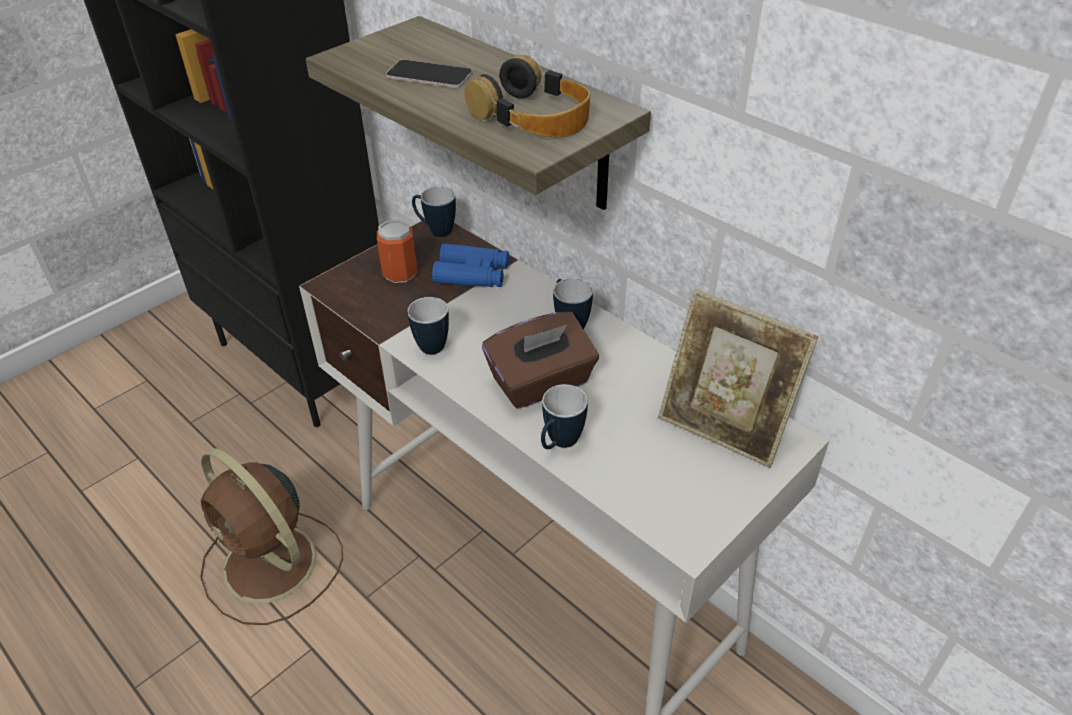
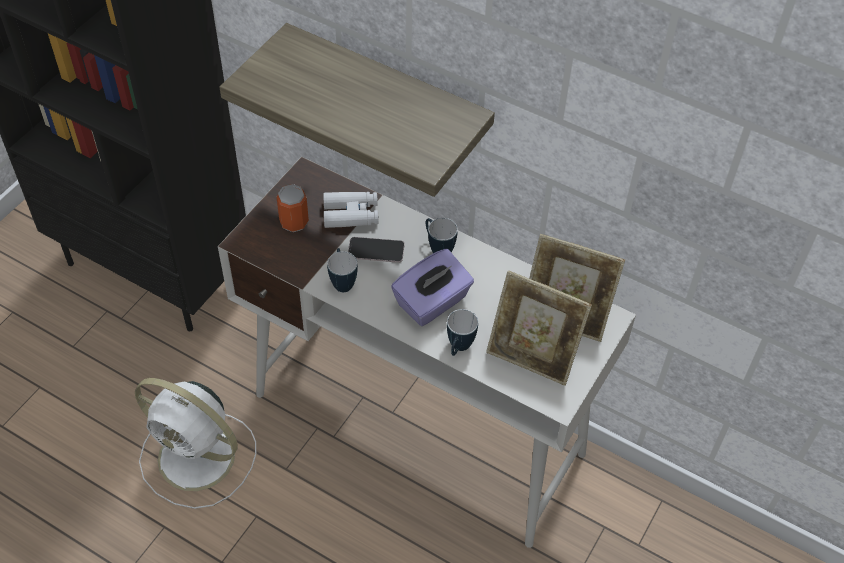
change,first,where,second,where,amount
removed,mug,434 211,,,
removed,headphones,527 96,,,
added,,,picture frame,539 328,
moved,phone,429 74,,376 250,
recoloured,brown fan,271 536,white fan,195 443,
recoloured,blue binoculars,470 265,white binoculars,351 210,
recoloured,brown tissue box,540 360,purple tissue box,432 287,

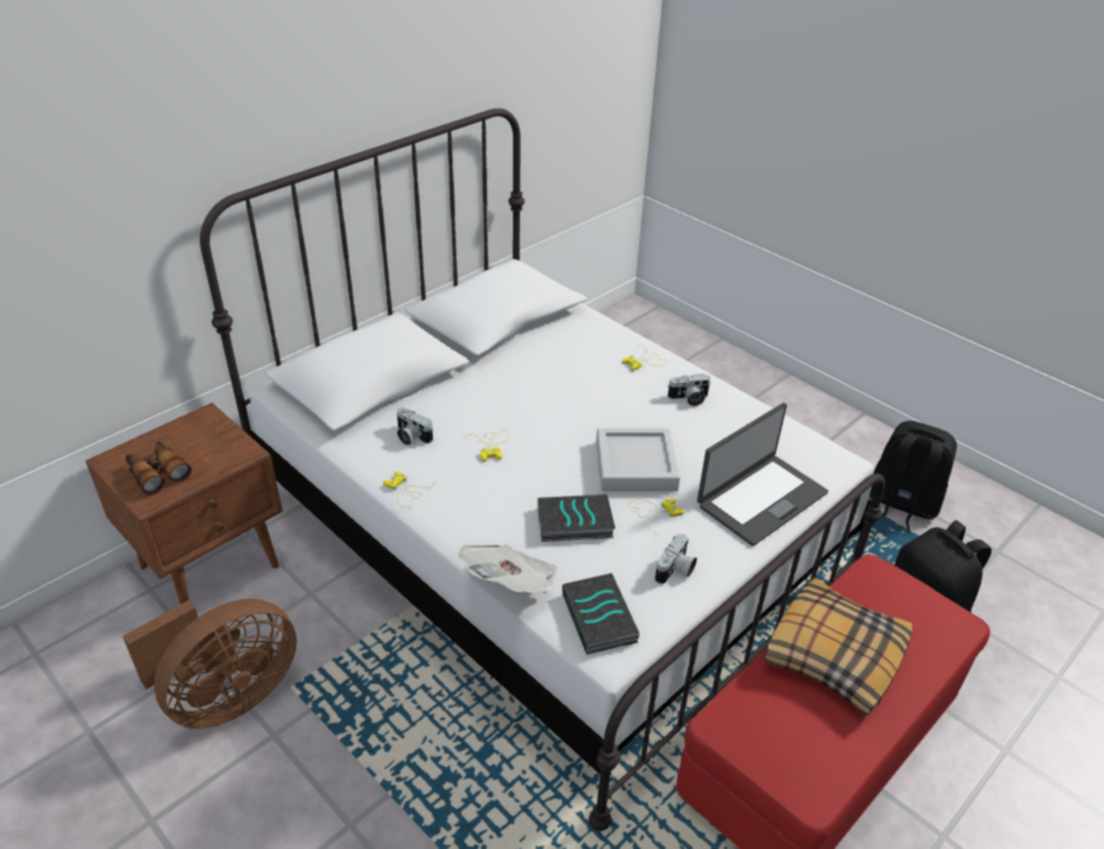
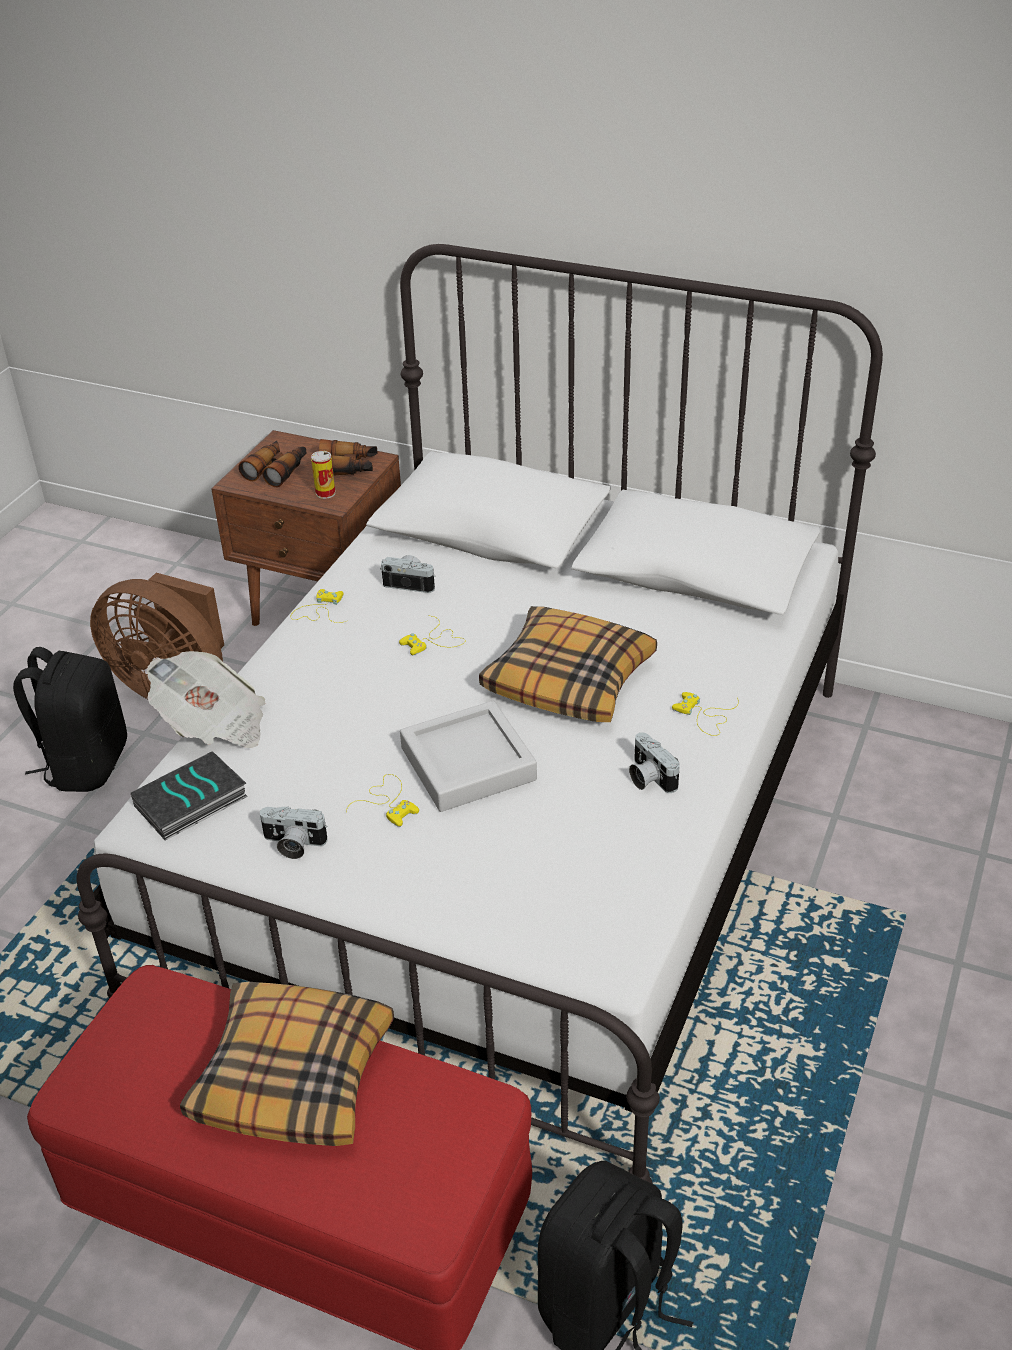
change,first,where,second,where,amount
removed,book,577 518,,,
removed,laptop,762 474,,,
added,,,can,323 475,
added,,,binoculars,348 457,
added,,,pillow,568 664,
moved,black backpack,913 477,,70 719,
turned,photo camera,415 426,,407 574,90 degrees clockwise

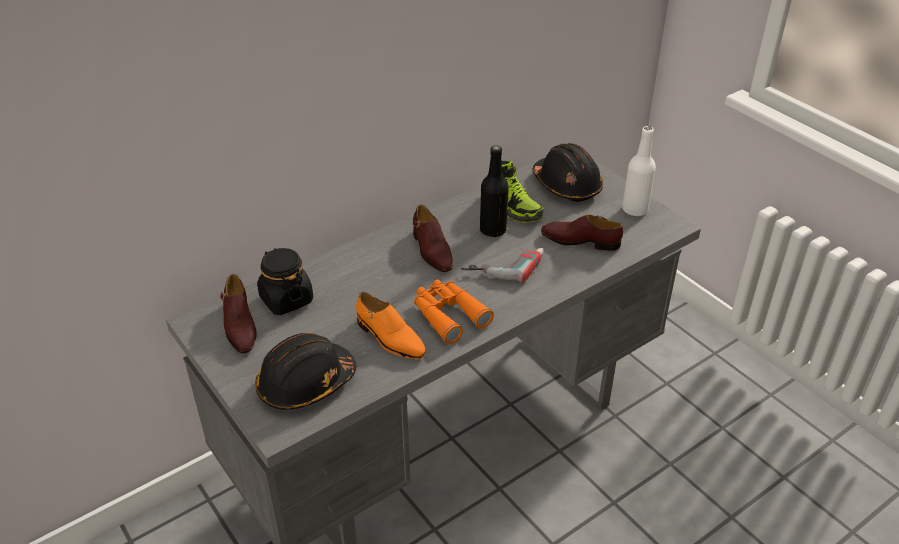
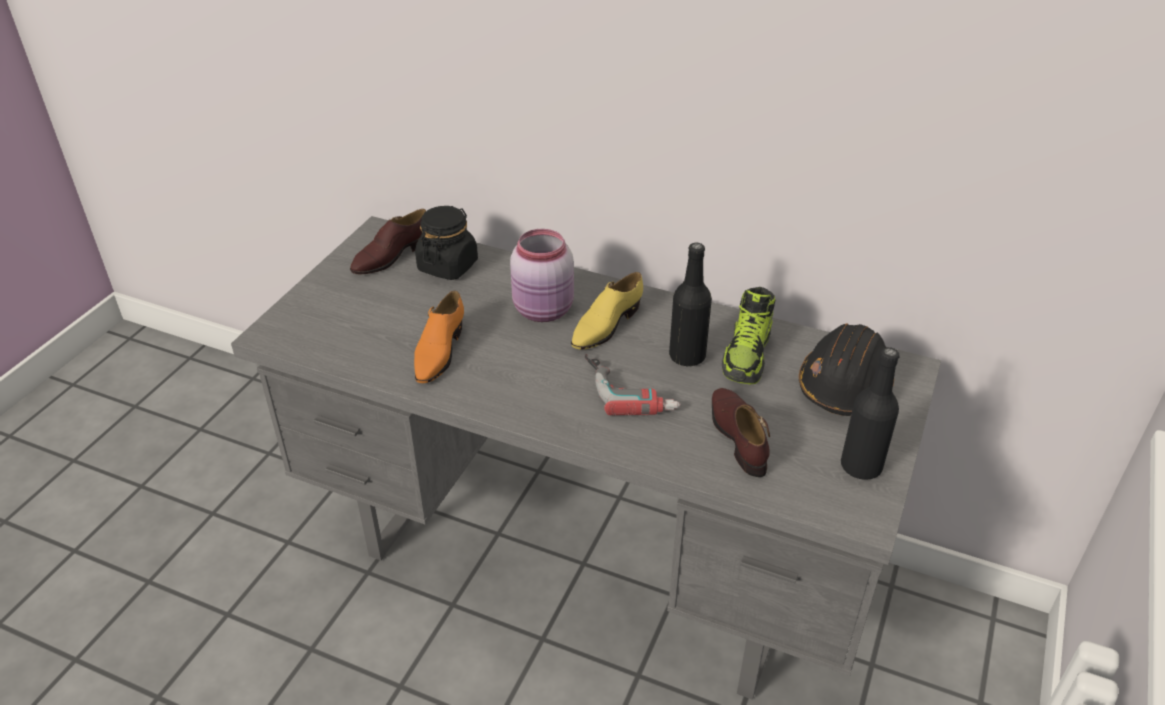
change,first,where,second,where,amount
removed,black hard hat,305 371,,,
removed,orange binoculars,454 312,,,
added,,,pink jar,542 275,
recoloured,brown shoe,433 238,yellow shoe,607 310,
recoloured,white bottle,639 171,black bottle,870 413,

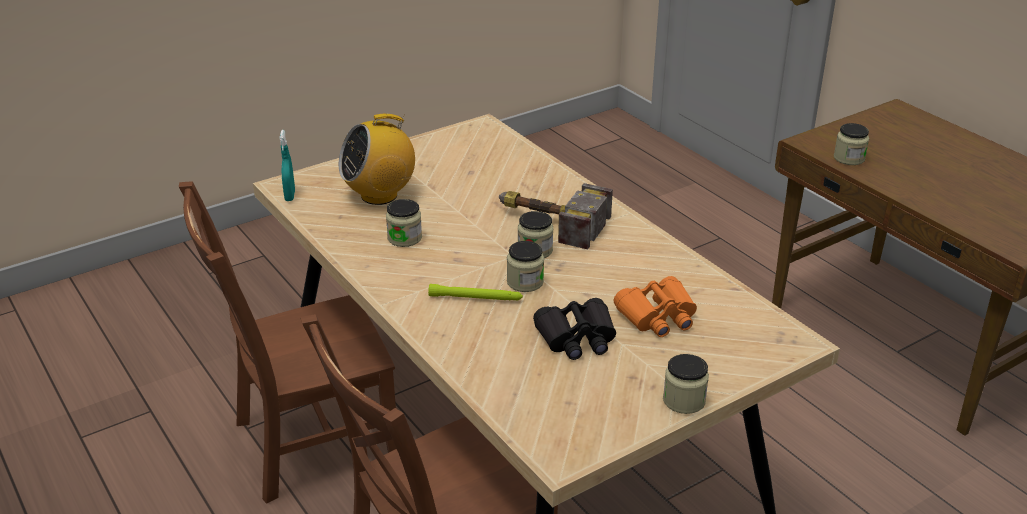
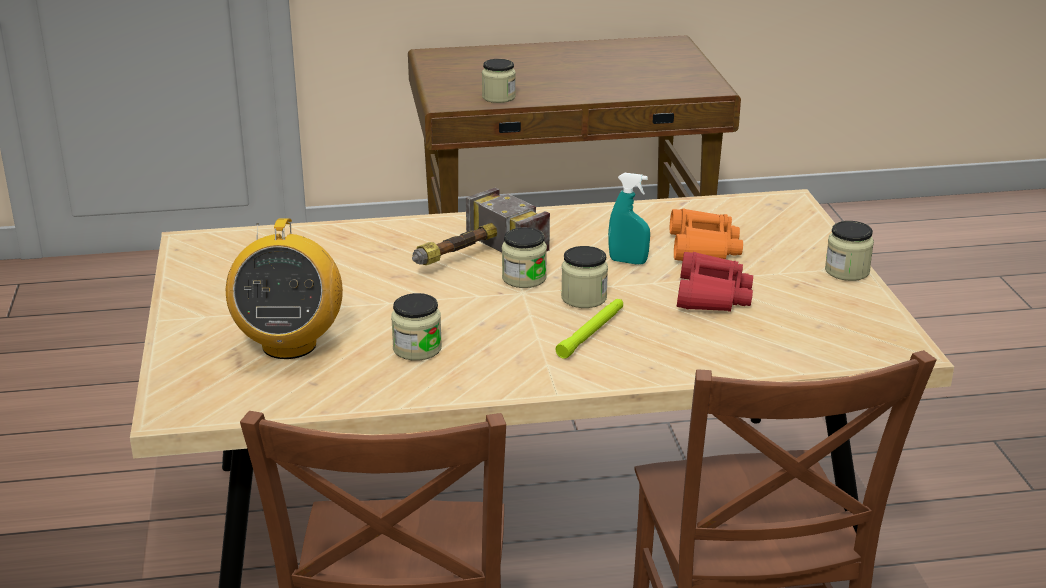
change,first,where,second,where,amount
moved,turquoise spray bottle,287 165,,629 219,
recoloured,black binoculars,574 329,red binoculars,715 282,

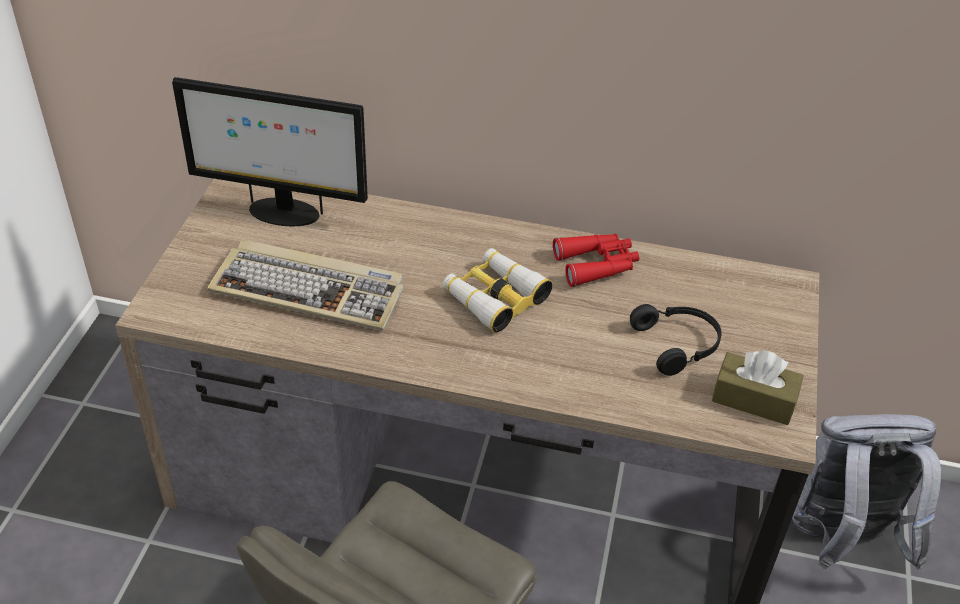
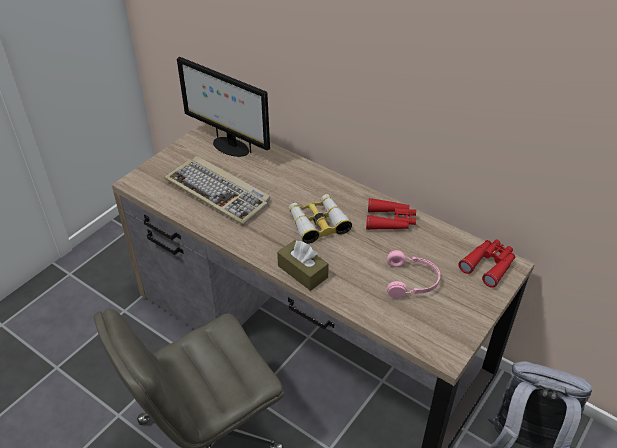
change,first,where,second,where,amount
added,,,red binoculars,486 264,
moved,brown tissue box,758 388,,303 265,
recoloured,black headphones,676 340,pink headphones,413 274,

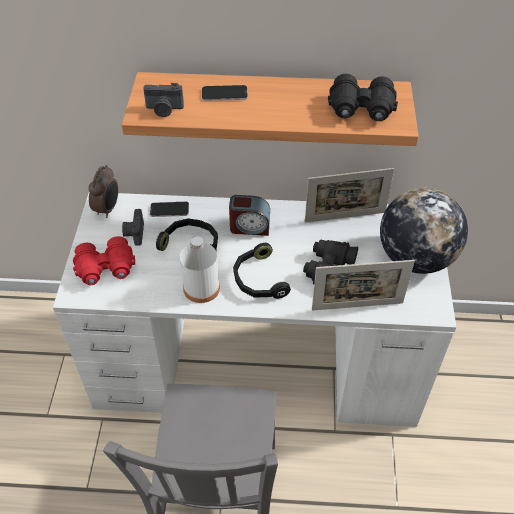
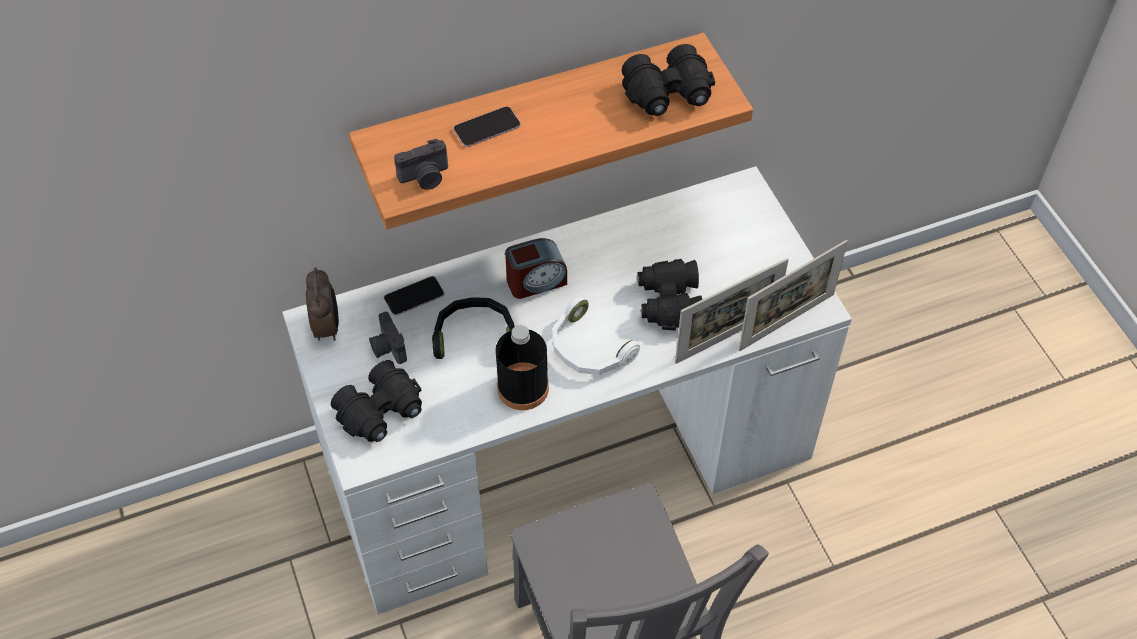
change,first,where,second,where,amount
removed,globe,424 231,,,
moved,picture frame,349 195,,793 295,
recoloured,red binoculars,104 260,black binoculars,376 401,
recoloured,white bottle,200 269,black bottle,522 367,
recoloured,black headphones,262 271,white headphones,596 336,

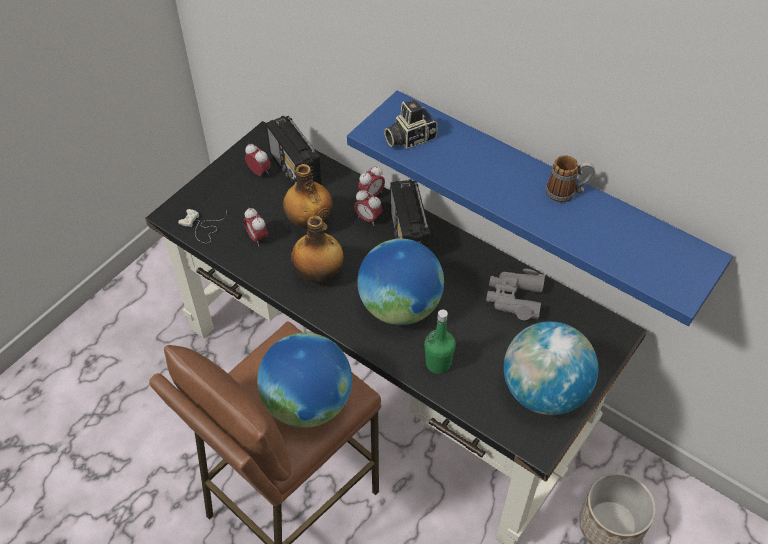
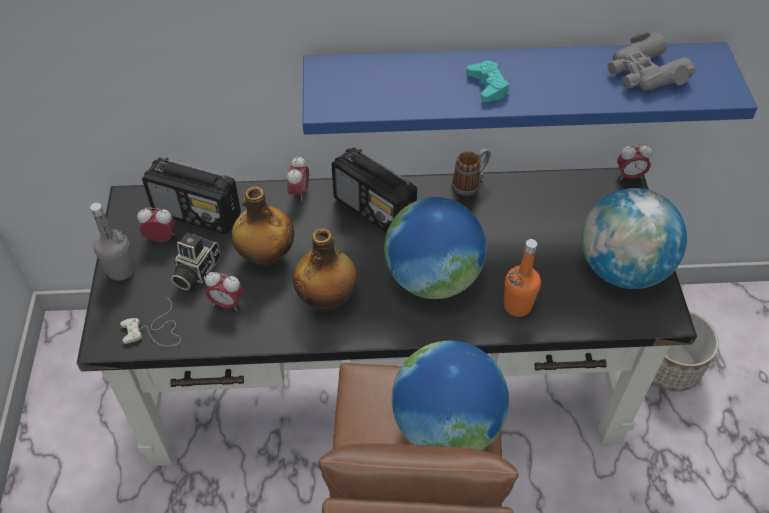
change,first,where,second,where,amount
added,,,grey bottle,112 241,
added,,,turquoise game controller,488 81,
moved,alarm clock,368 208,,635 162,
moved,photo camera,411 124,,195 261,
moved,grey binoculars,515 294,,651 61,
moved,mug,570 178,,471 172,
recoloured,green bottle,440 341,orange bottle,522 278,

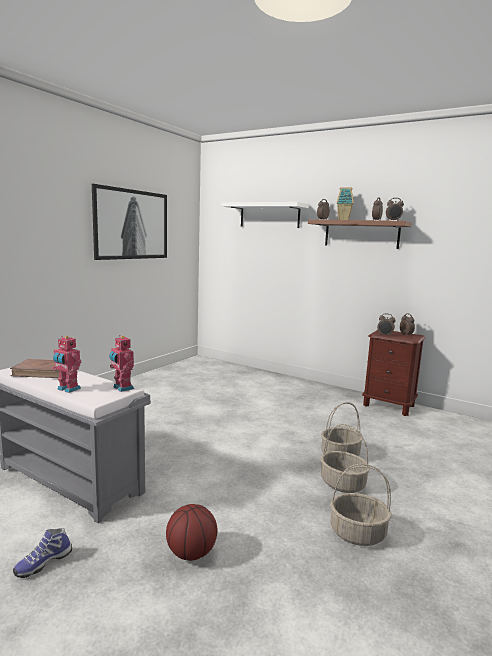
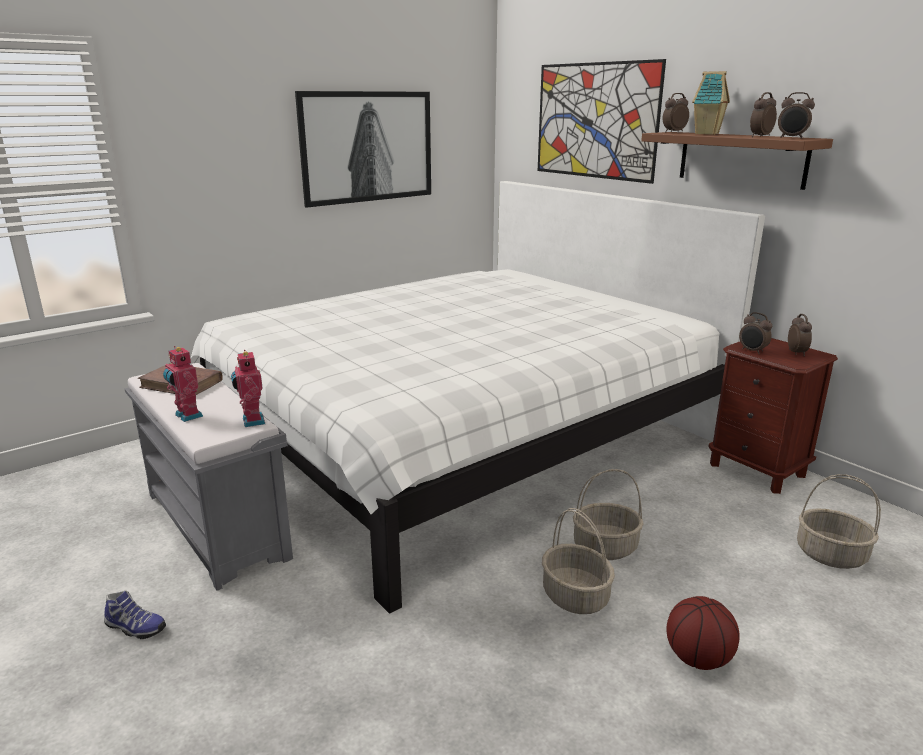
change,first,where,second,where,amount
added,,,white bed,478 397,
moved,basketball,191 532,,703 633,
moved,basket,360 505,,839 521,
replaced,white shelf,265 215,picture,602 121,
turned,shoe,42 553,,135 615,135 degrees counterclockwise

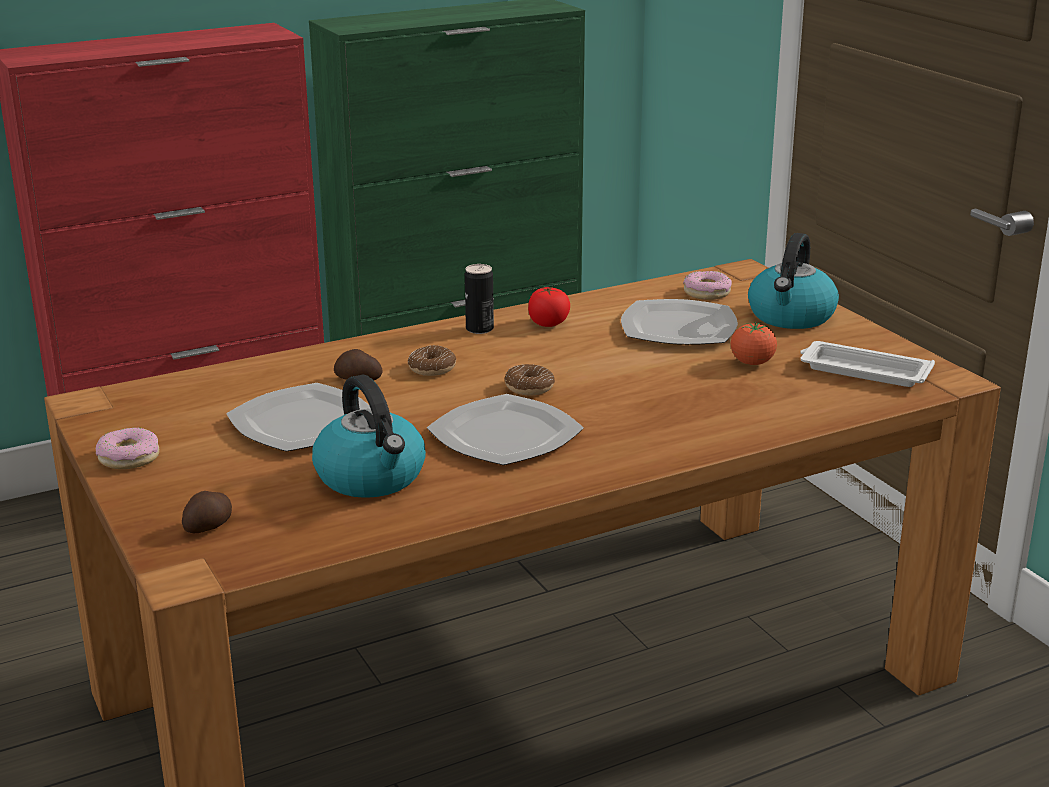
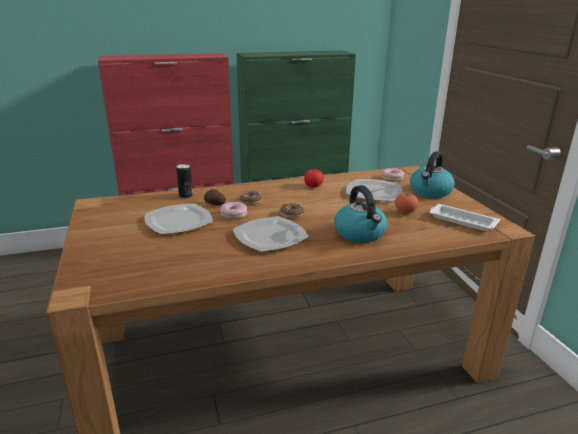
change,first,where,second,where,amount
removed,potato,207 512,,,
moved,donut,127 448,,233 210,
moved,kettle,369 436,,361 214,
moved,can,479 299,,184 181,

